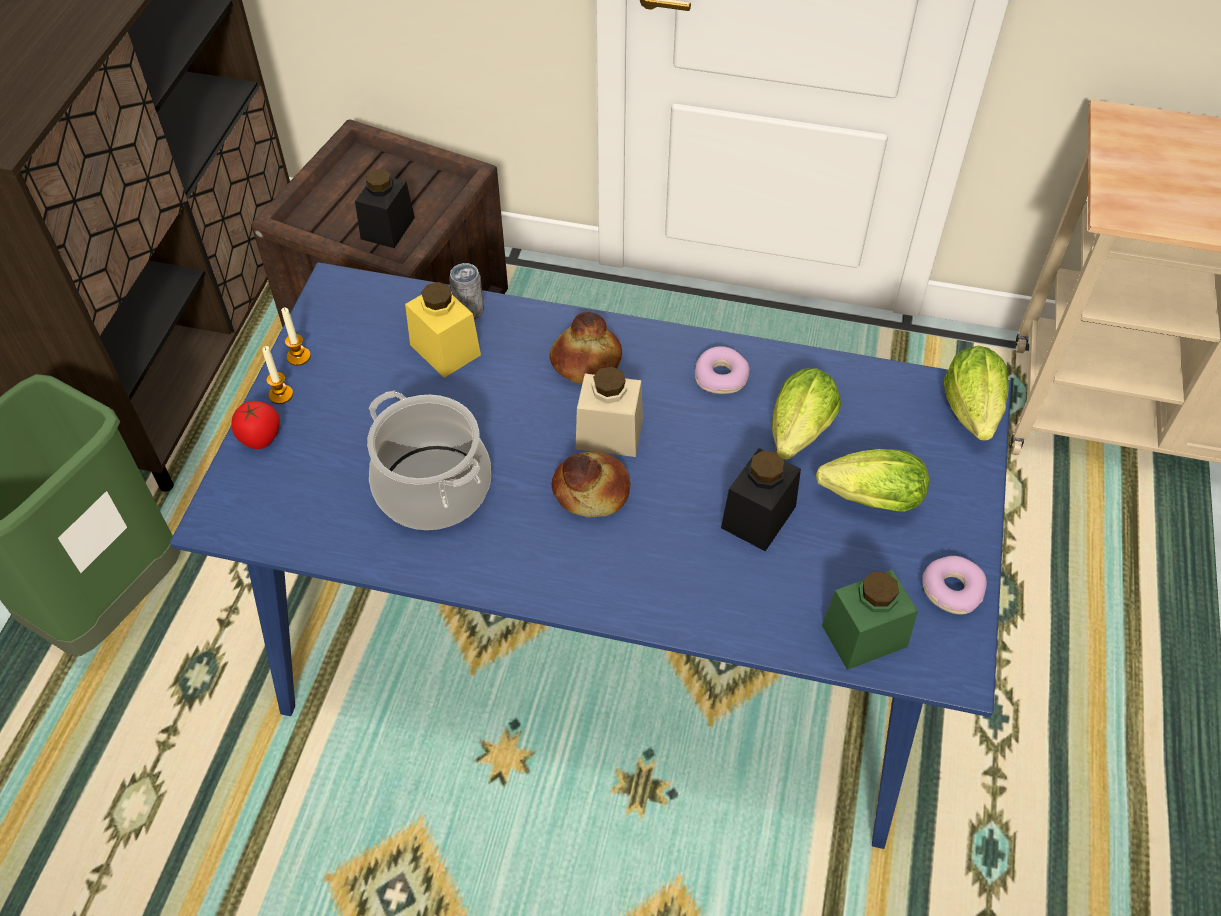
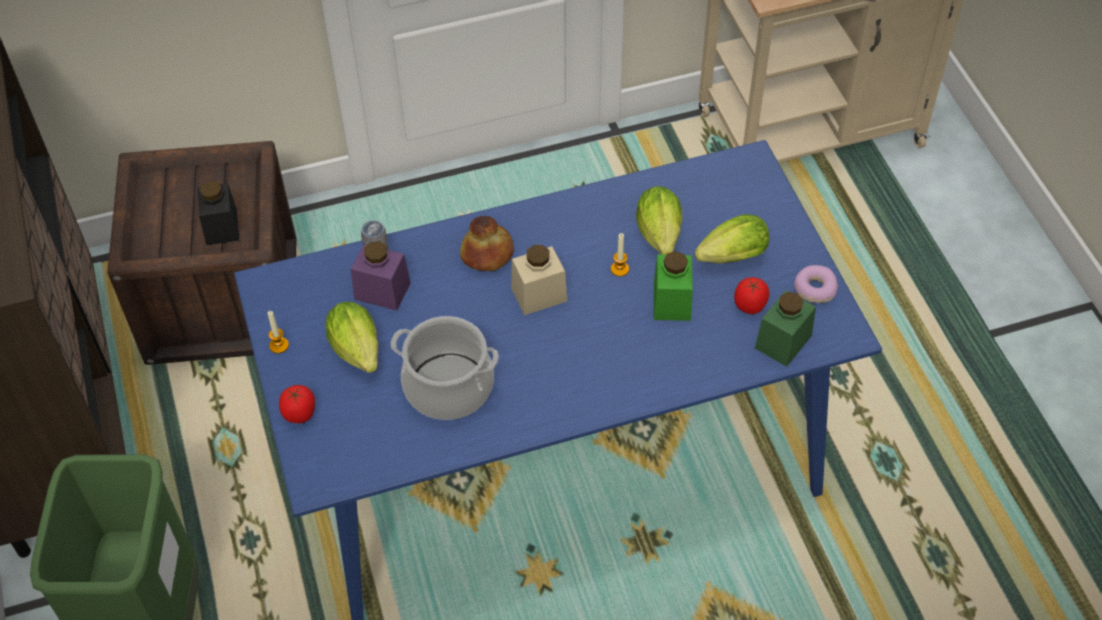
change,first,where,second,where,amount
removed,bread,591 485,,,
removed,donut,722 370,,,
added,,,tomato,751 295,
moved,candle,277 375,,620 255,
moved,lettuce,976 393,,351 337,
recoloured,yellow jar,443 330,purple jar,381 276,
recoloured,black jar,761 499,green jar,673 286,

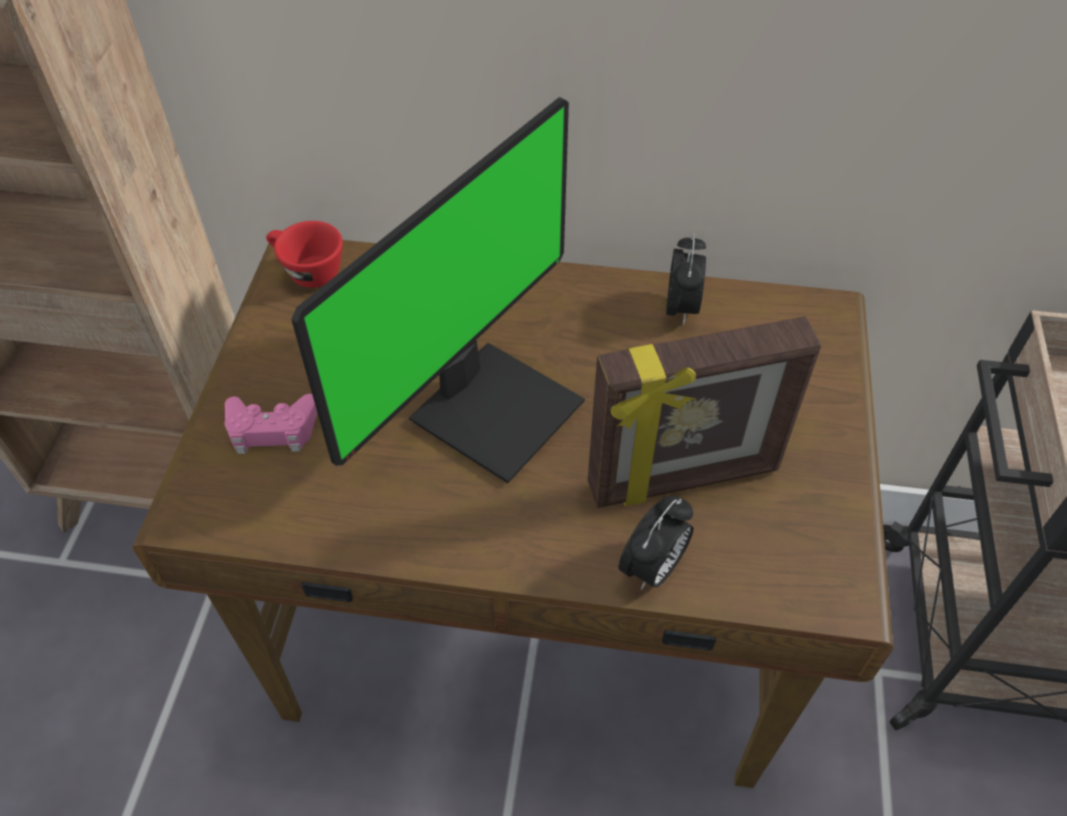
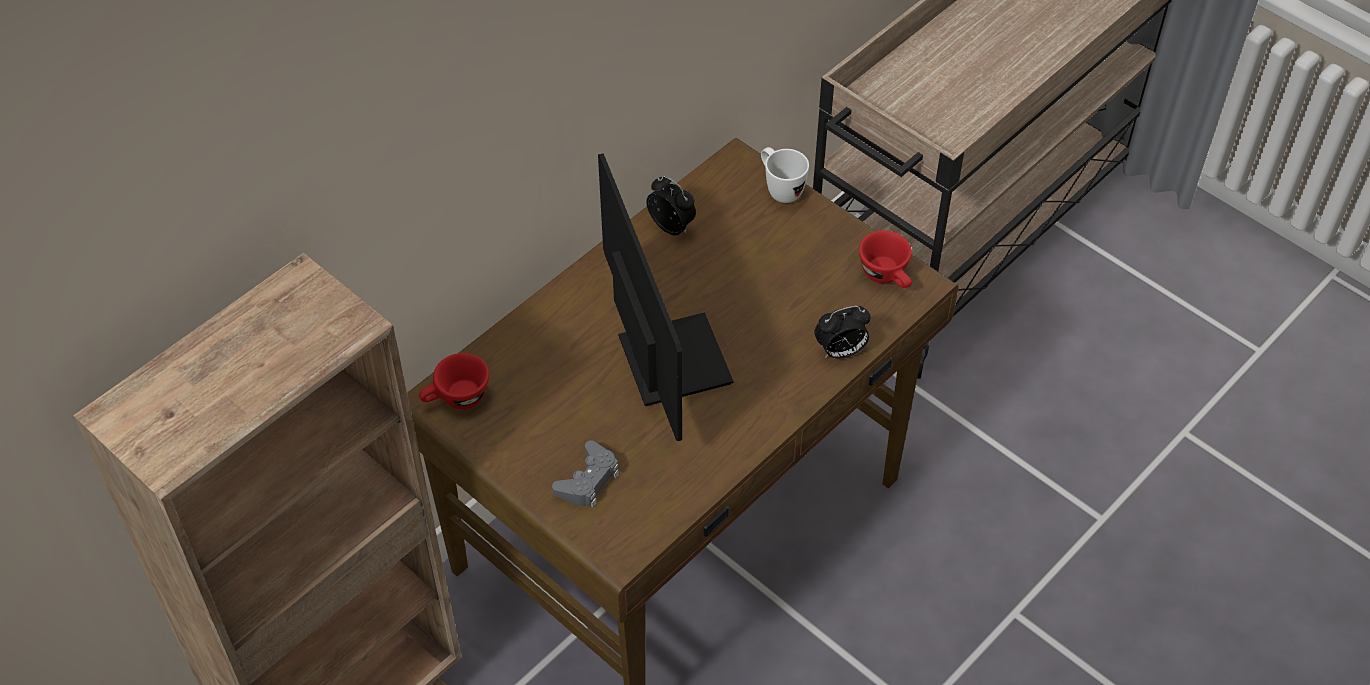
change,first,where,second,where,amount
removed,picture frame,704 412,,,
added,,,white mug,785 175,
added,,,red cup,885 259,
recoloured,pink game controller,271 424,grey game controller,586 473,
turned,alarm clock,656 543,,842 332,90 degrees clockwise

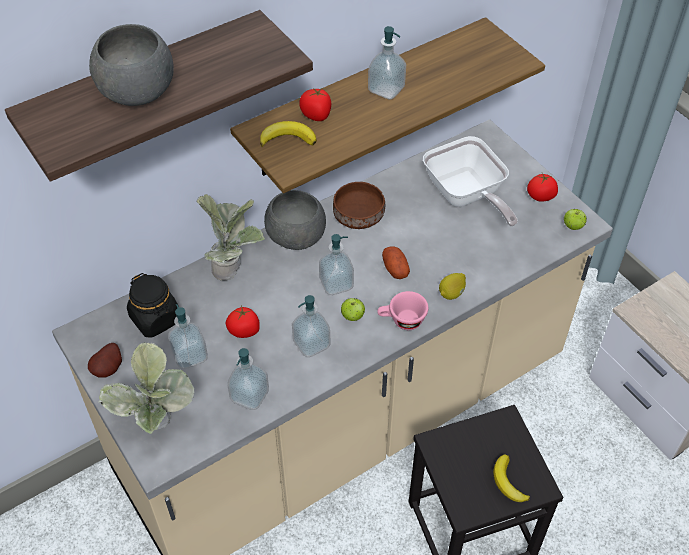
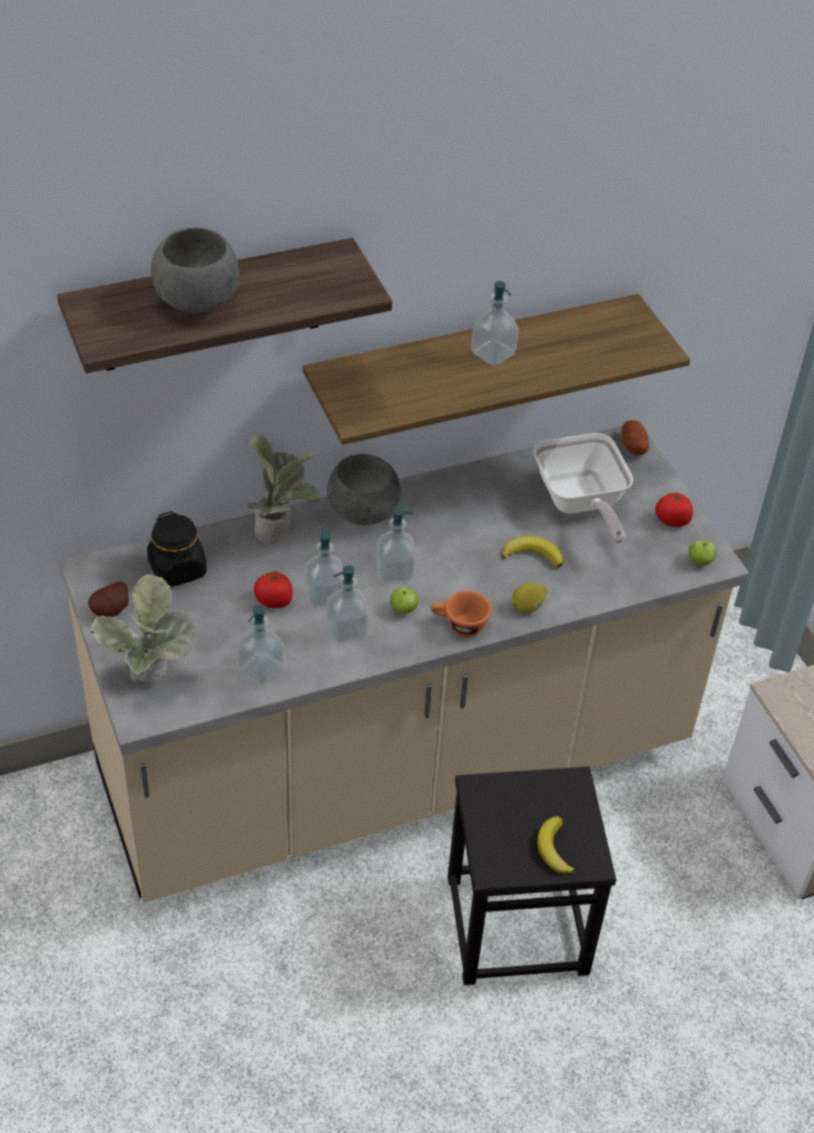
change,first,where,second,where,amount
removed,tomato,315 104,,,
removed,brown bowl,359 205,,,
moved,soap dispenser,188 336,,324 567,
moved,banana,288 134,,532 552,
moved,potato,396 262,,635 437,
recoloured,pink cup,402 310,orange cup,461 614,

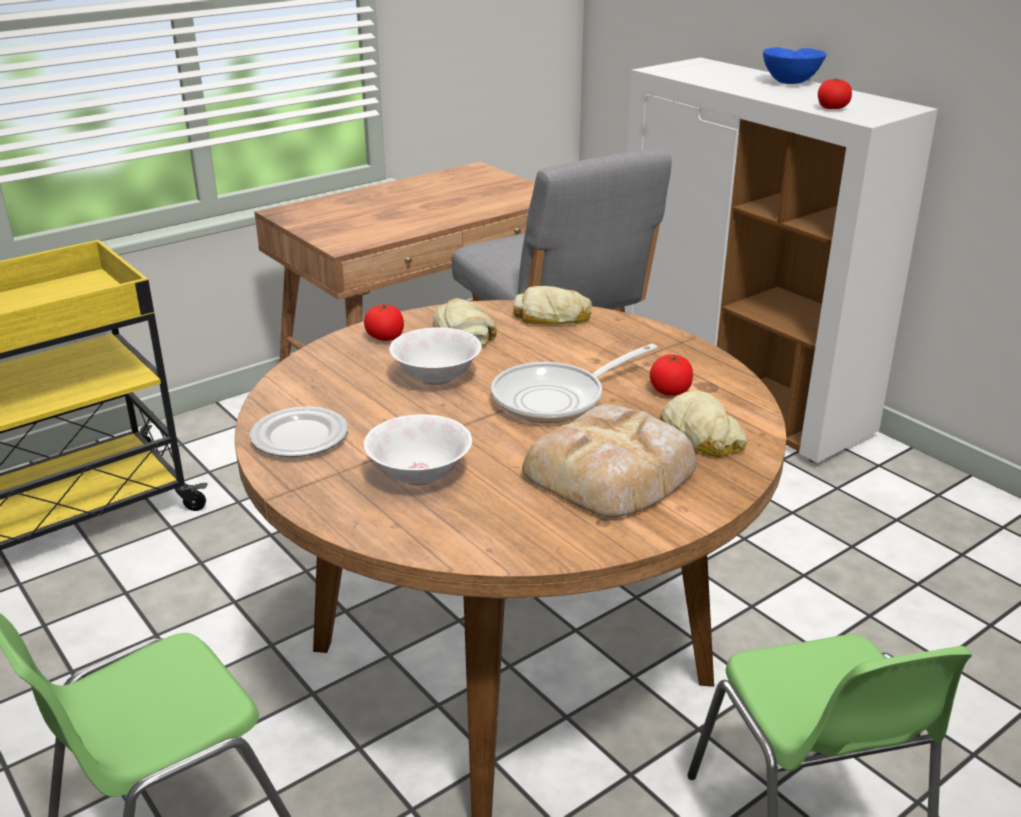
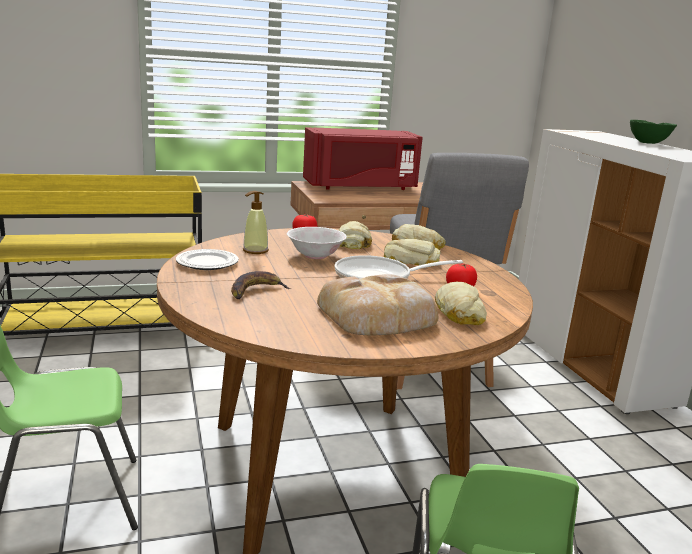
change,first,where,second,where,amount
removed,tomato,835 94,,,
added,,,soap dispenser,256 222,
added,,,red microwave,363 158,
added,,,bread,412 252,
replaced,white bowl,418 449,banana,261 285,
recoloured,blue bowl,795 65,green bowl,653 132,

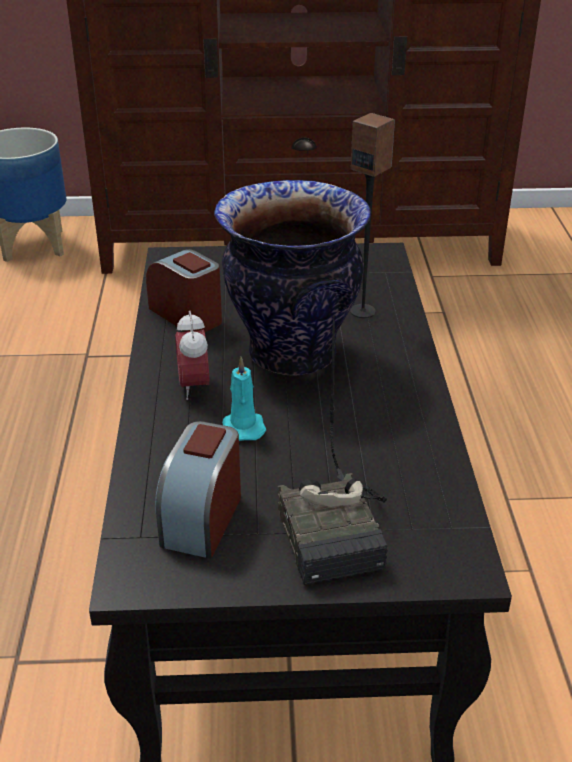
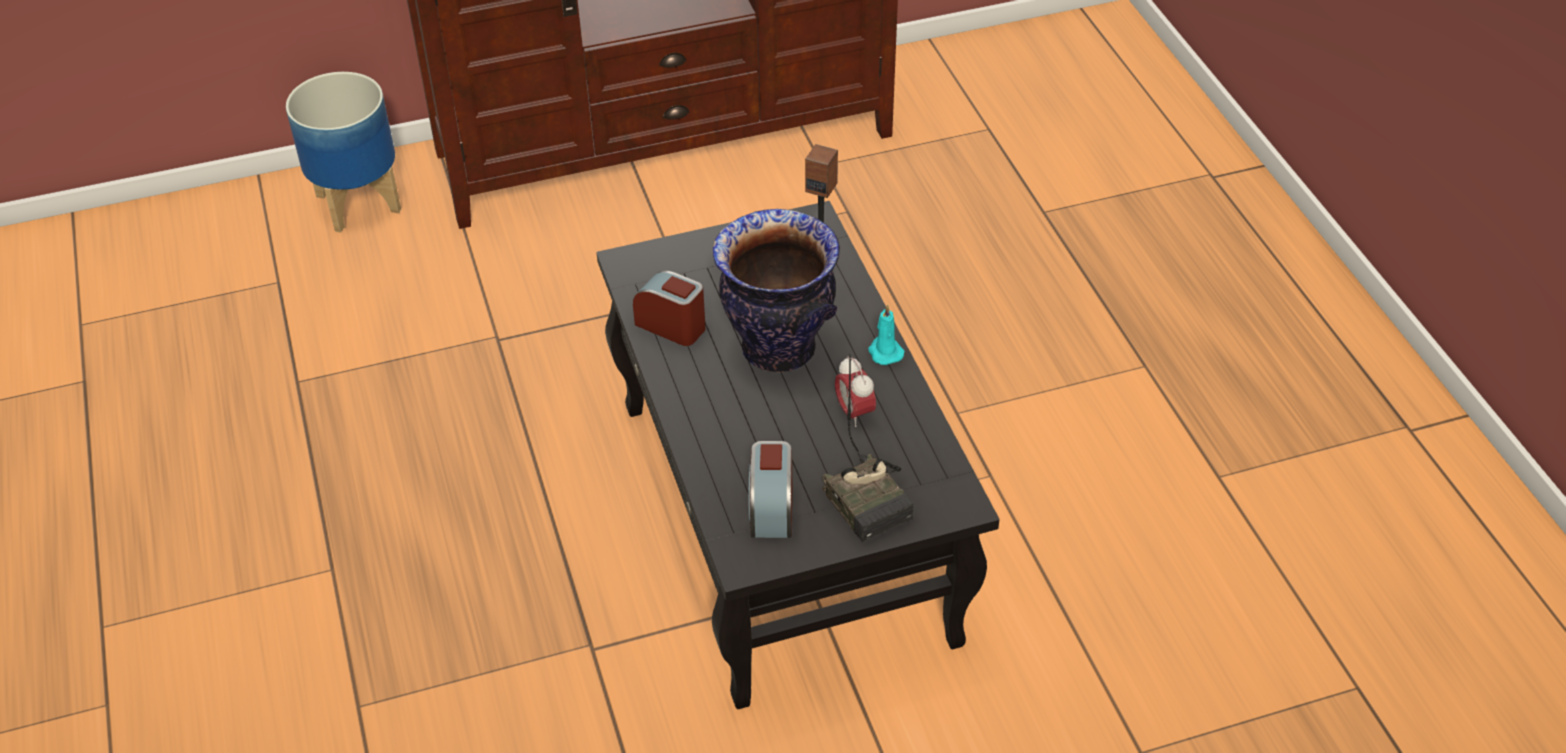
change,first,where,second,where,amount
moved,alarm clock,192 355,,855 391,
moved,turquoise candle,244 399,,886 334,

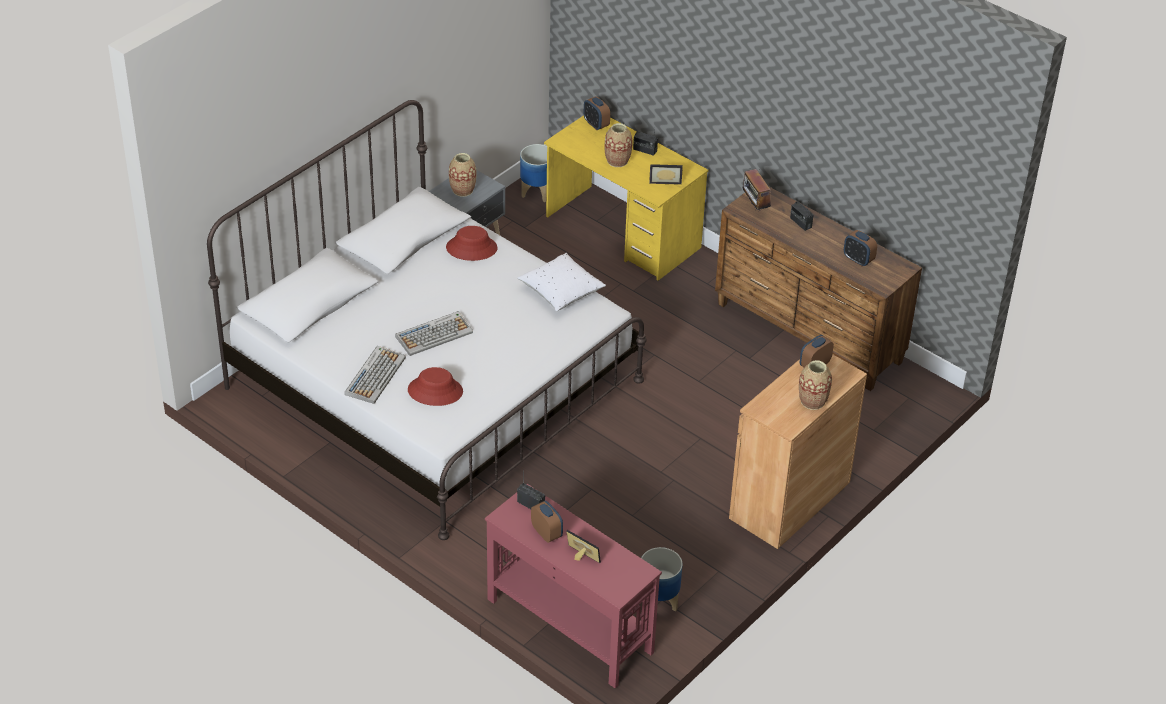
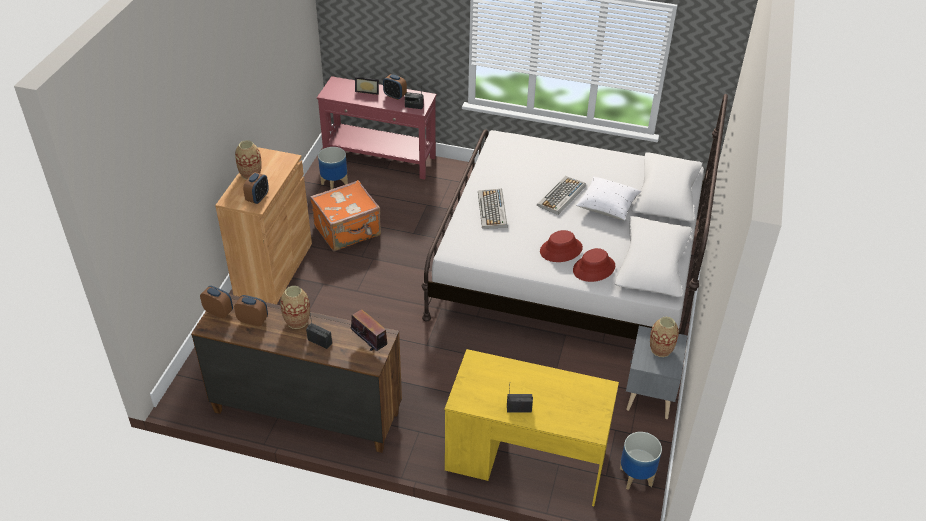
change,first,where,second,where,amount
removed,picture frame,666 174,,,
added,,,orange suitcase,345 215,
moved,keyboard,375 375,,492 209,
moved,red hat,435 386,,561 246,
moved,white pillow,561 282,,608 199,
moved,alarm clock,597 113,,216 302,
moved,vase,618 145,,295 307,

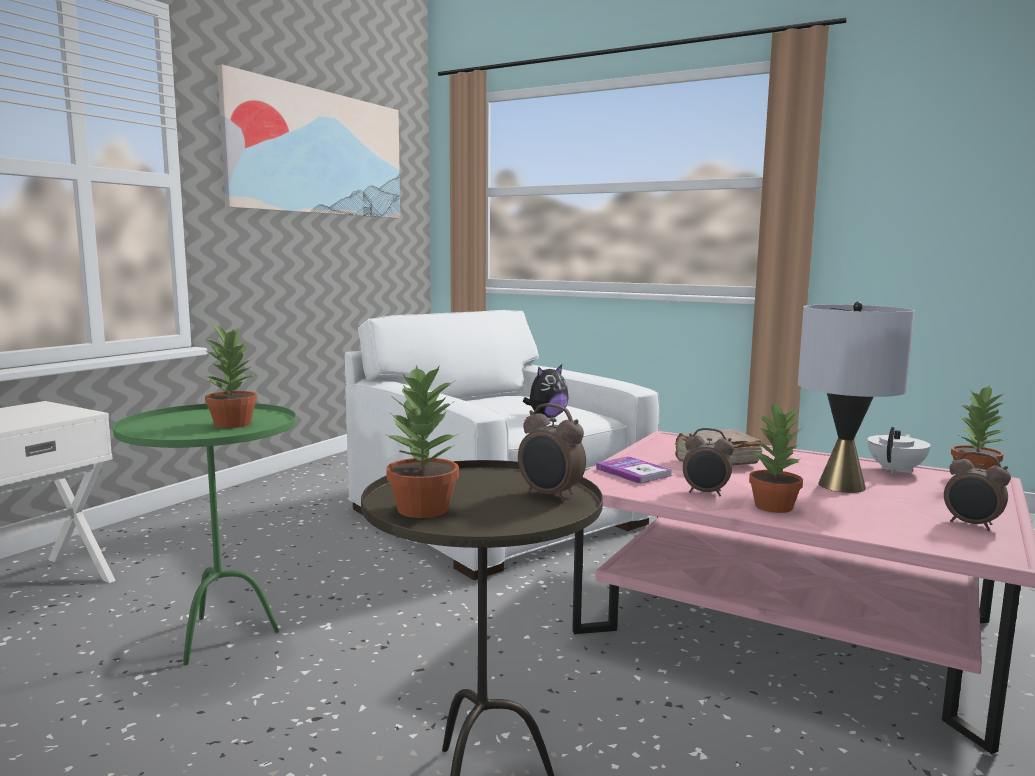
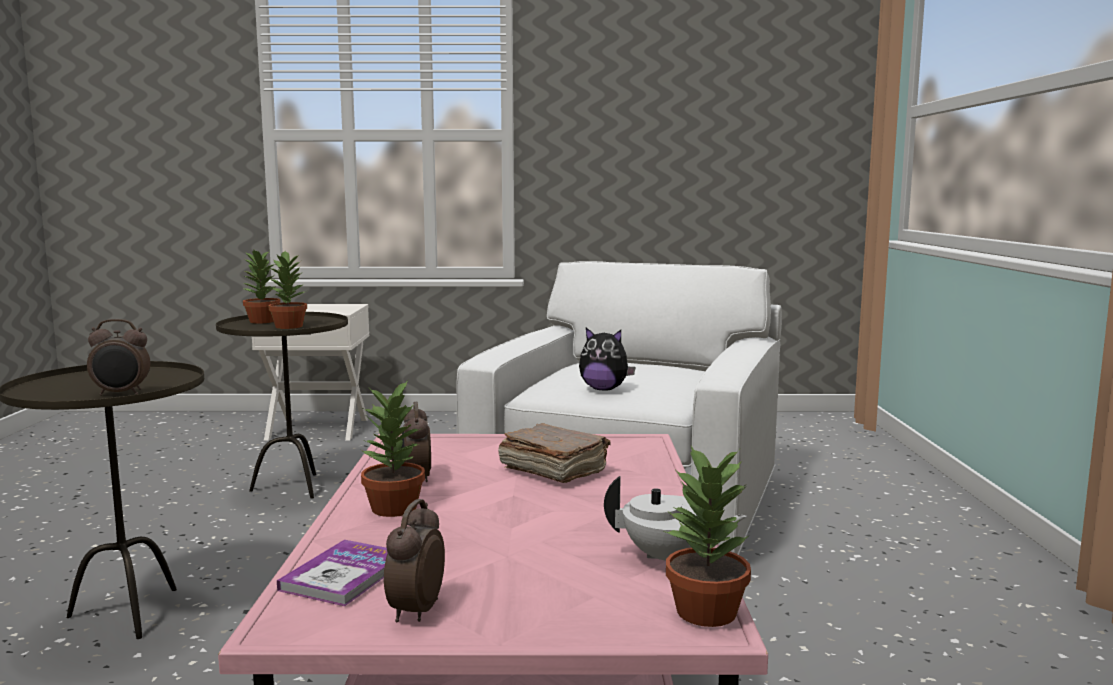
change,first,where,second,where,amount
removed,picture,308 141,,,
removed,grey table lamp,856 397,,,
moved,potted plant,422 441,,261 287,
moved,book,634 470,,332 573,
recoloured,green side table,204 534,brown side table,282 405,
turned,alarm clock,552 452,,118 357,105 degrees counterclockwise

